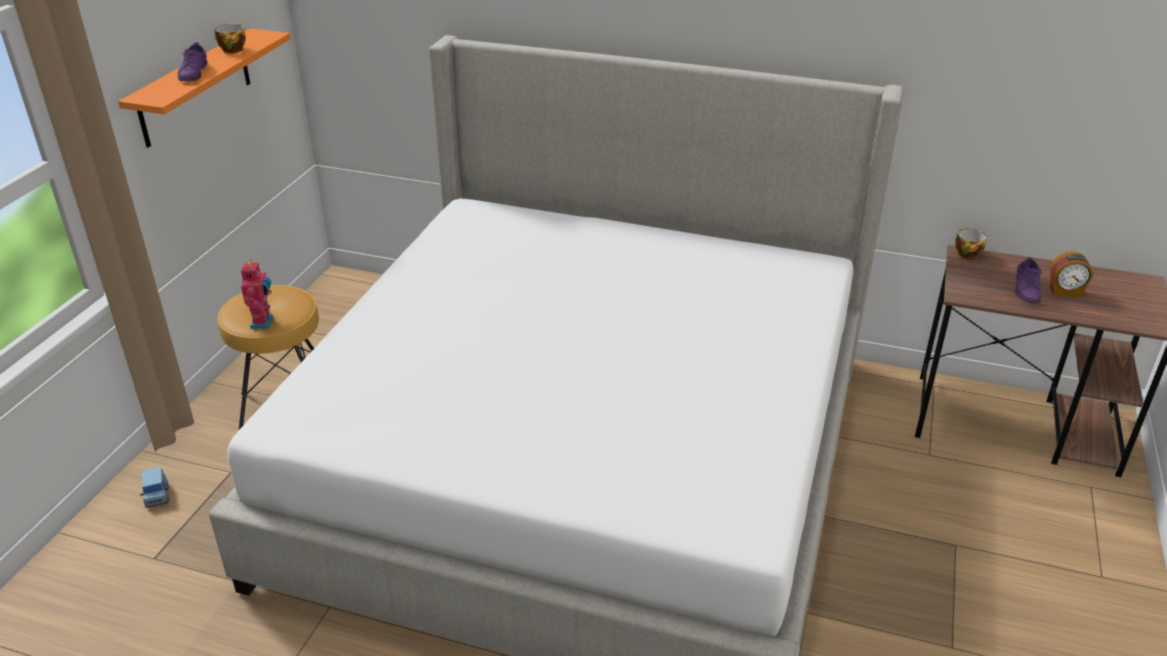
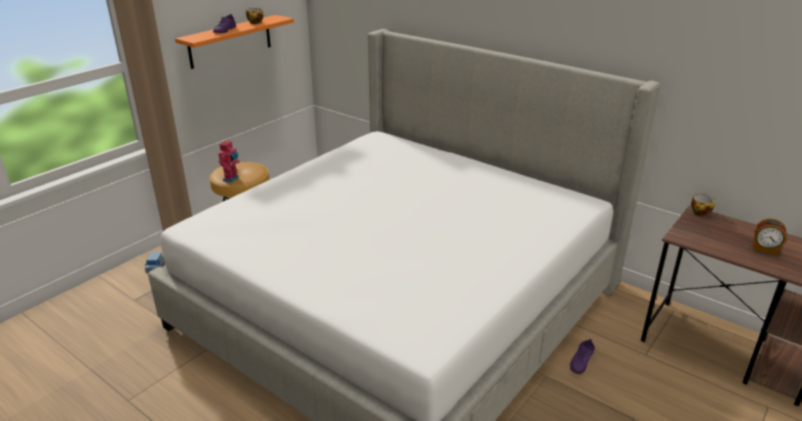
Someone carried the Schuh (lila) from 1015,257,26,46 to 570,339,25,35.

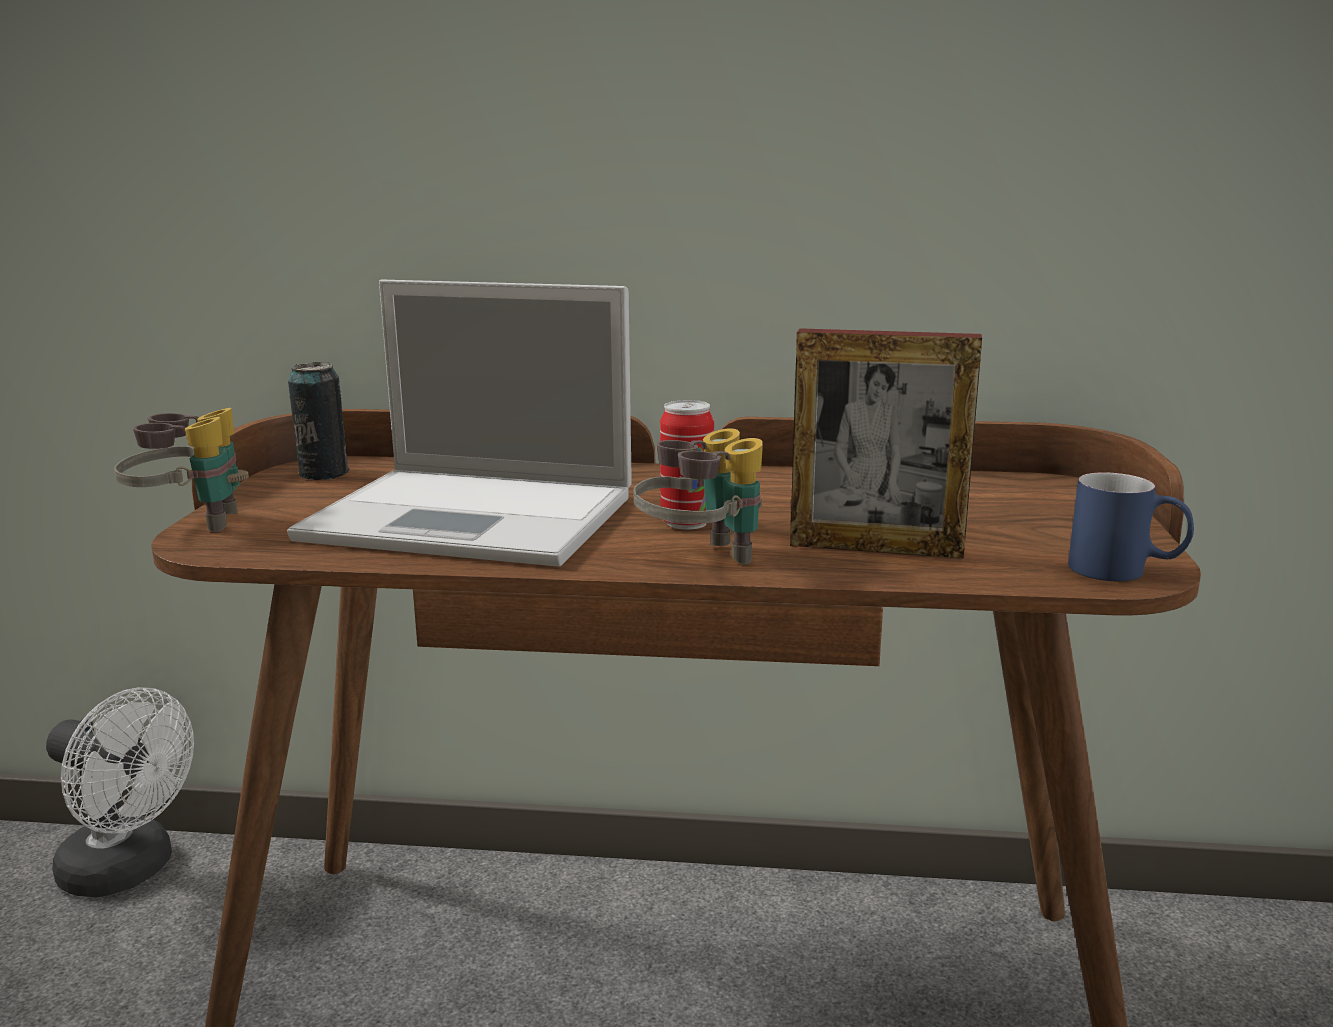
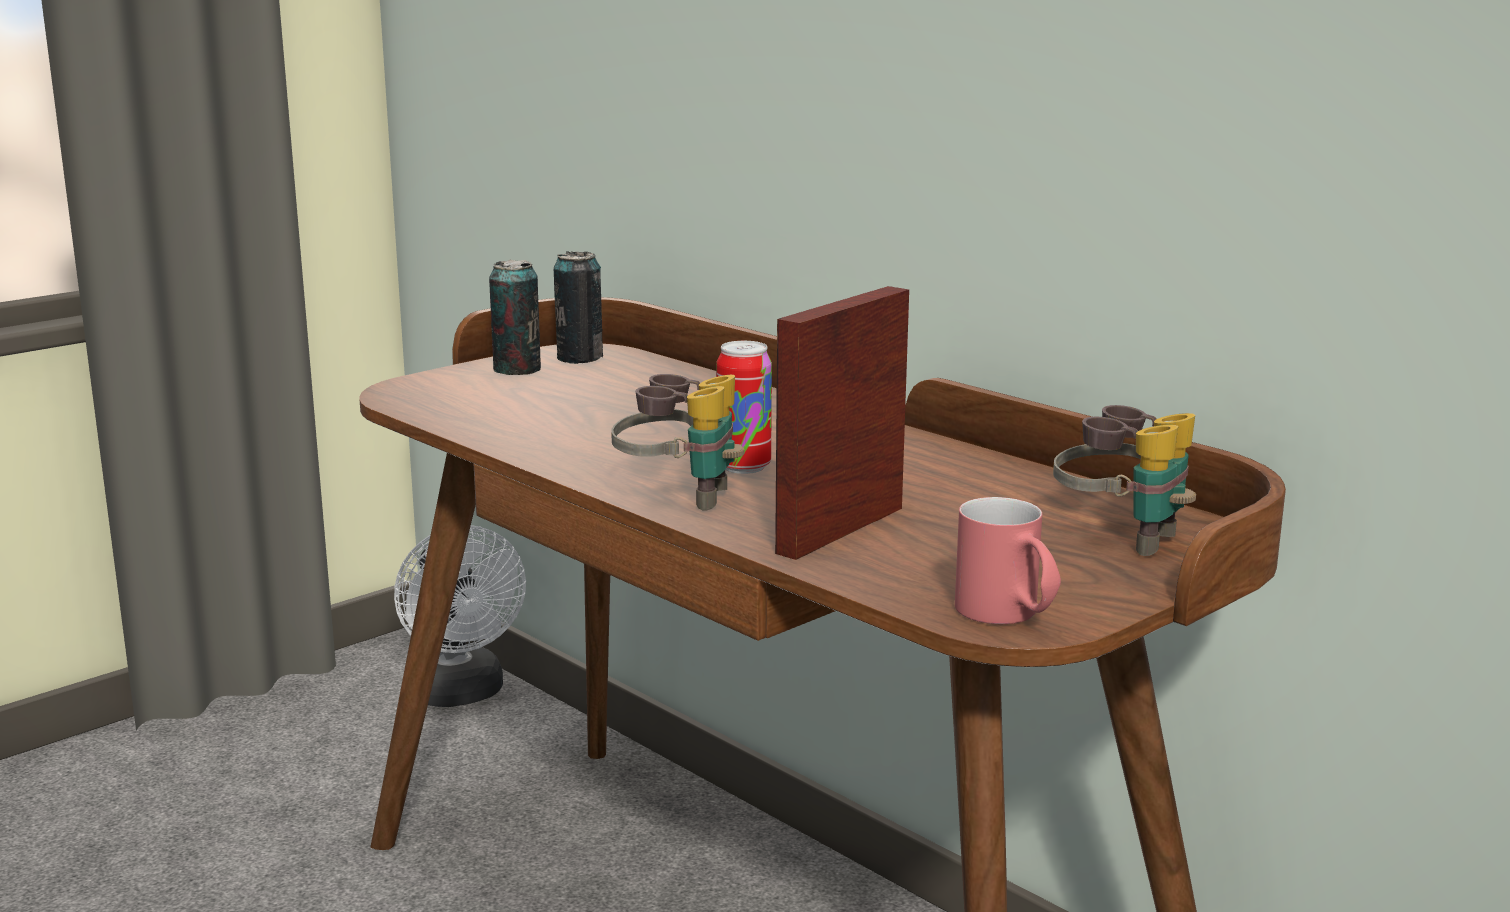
Someone put down the Dose at 489,260,52,115. Someone rotated the Bilderrahmen at 790,328,192,231 by 75 degrees clockwise. Someone repainted the Henkelbecher (blau) at 1068,473,126,108, which became the Henkelbecher (rot) at 955,497,106,127. Someone carried the Fernglas from 114,408,135,124 to 1053,405,143,151. Someone took away the Laptop at 287,279,345,288.

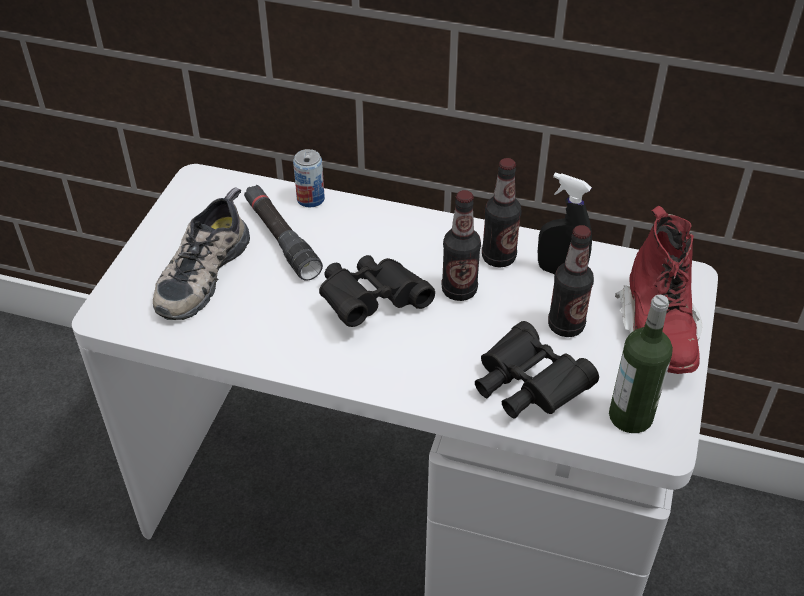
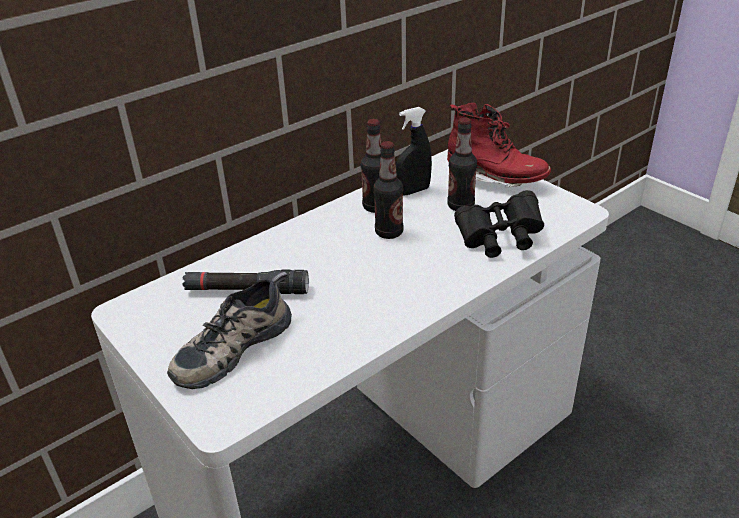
Someone rotated the Schuh at 153,187,97,133 by 75 degrees clockwise. Someone took away the Dose at 293,149,32,58. Someone took away the Fernglas (schwarz) at 319,255,116,72. Someone took away the Flasche at 609,295,64,138.

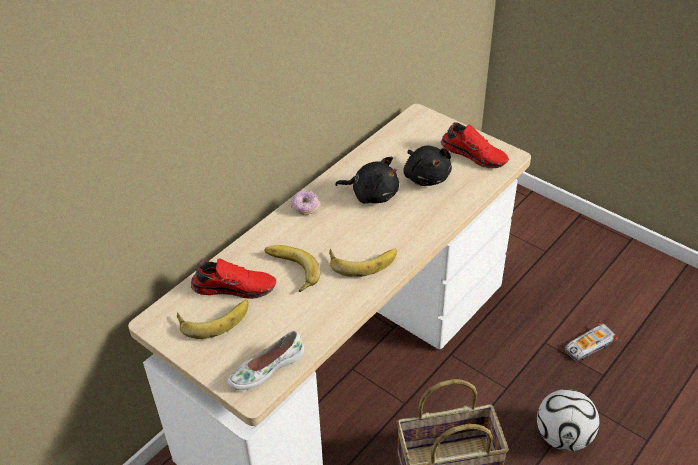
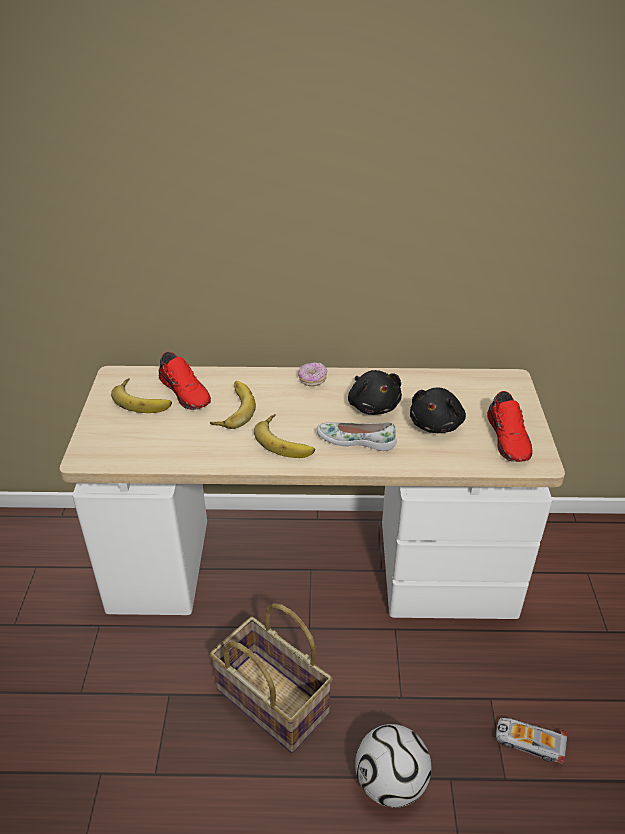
Someone carried the Schuh (weiß) from 228,331,76,60 to 317,422,80,29.

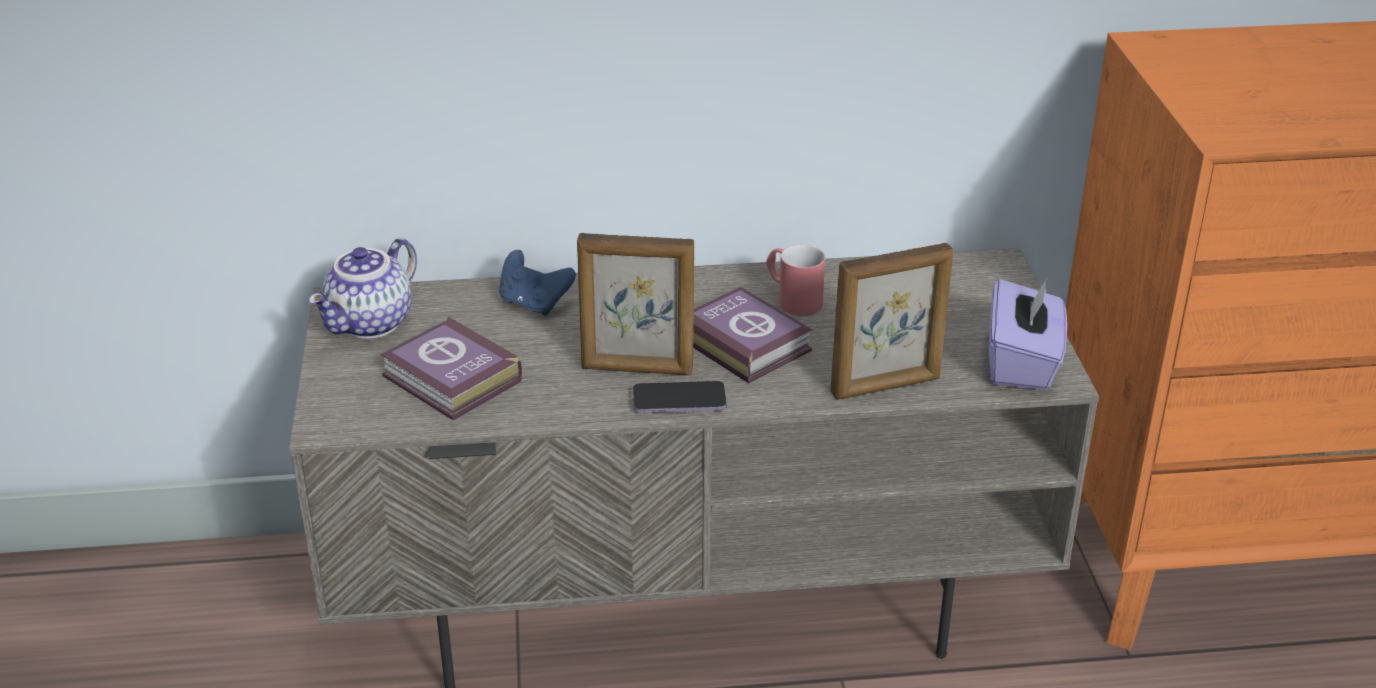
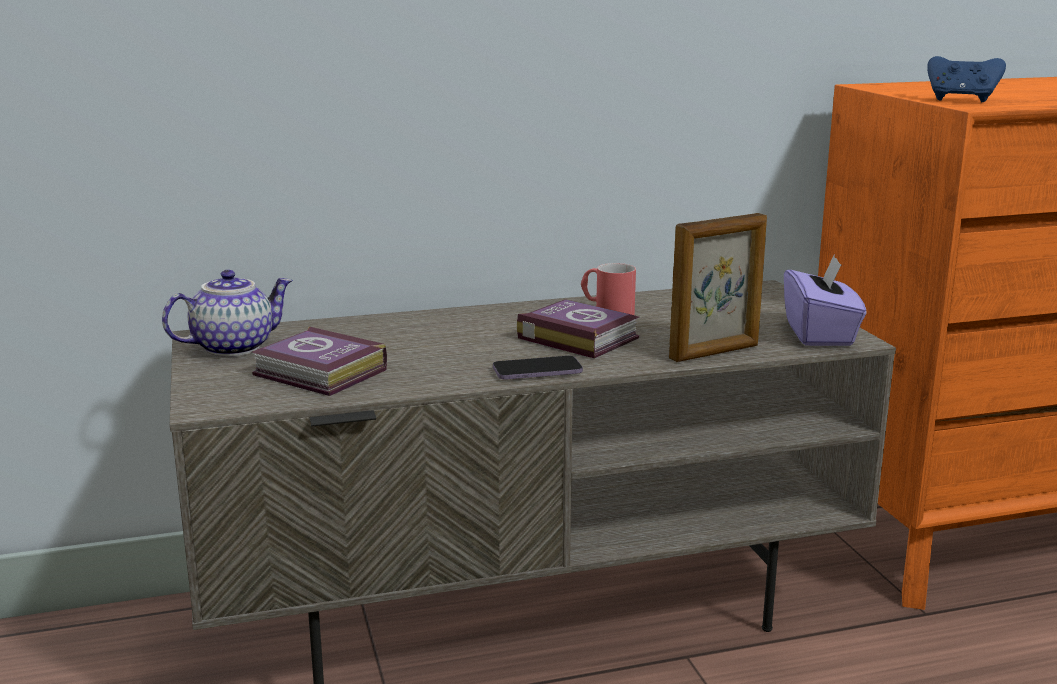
Someone rotated the Teekanne at 309,238,108,101 by 150 degrees counterclockwise. Someone carried the Gamepad (blau) from 499,250,77,66 to 927,56,79,46. Someone took away the Bilderrahmen at 577,233,117,142.

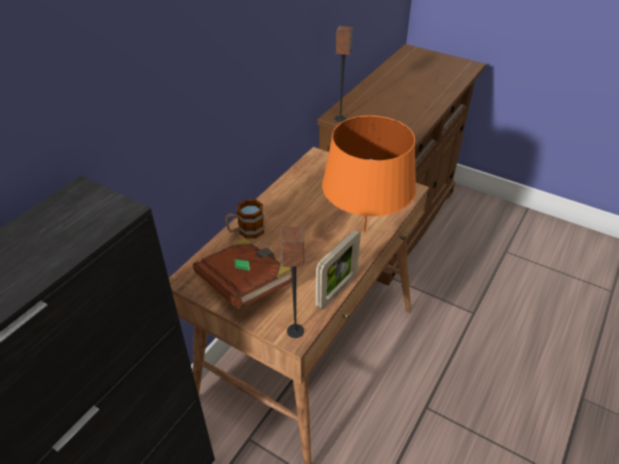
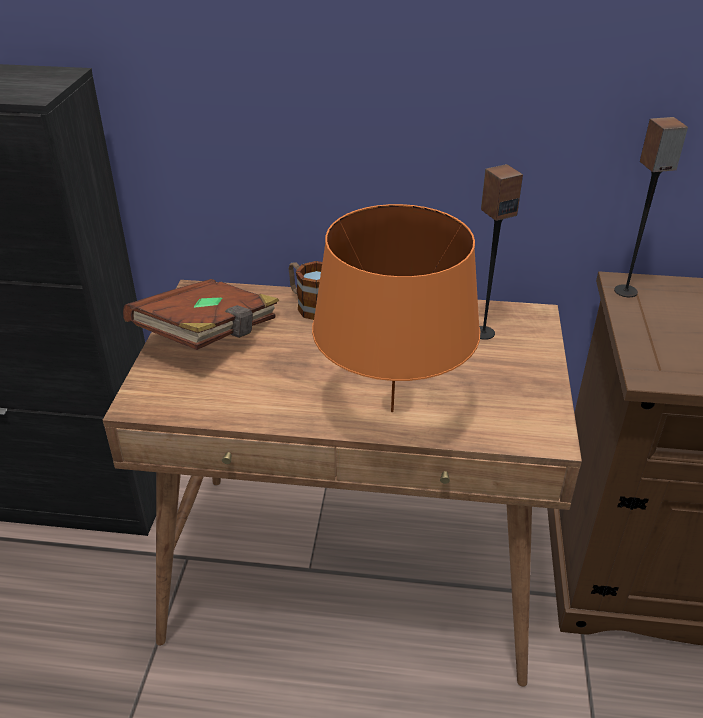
Someone carried the Lautsprecher from 281,227,23,111 to 479,164,44,176. Someone took away the Bilderrahmen at 316,230,45,80.

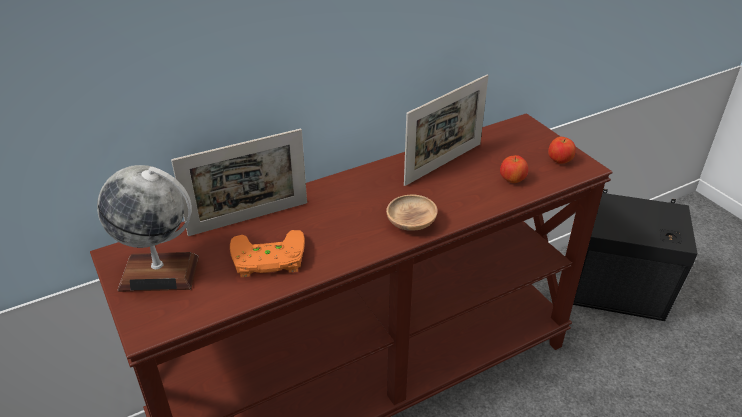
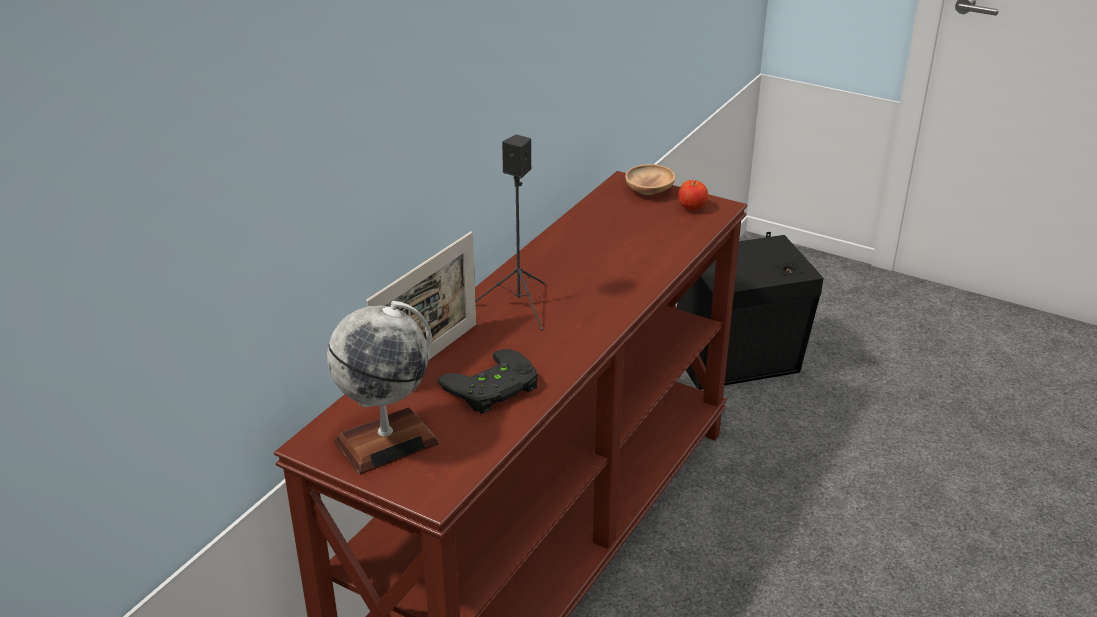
Someone repainted the Gamepad (orange) at 230,230,75,47, which became the Gamepad (schwarz) at 438,349,100,65. Someone put down the Lautsprecher (schwarz) at 476,134,70,196. Someone carried the Schüssel (braun) from 386,195,52,36 to 625,164,50,31. Someone took away the Bilderrahmen at 404,74,84,112. Someone took away the Apfel at 500,155,28,28.

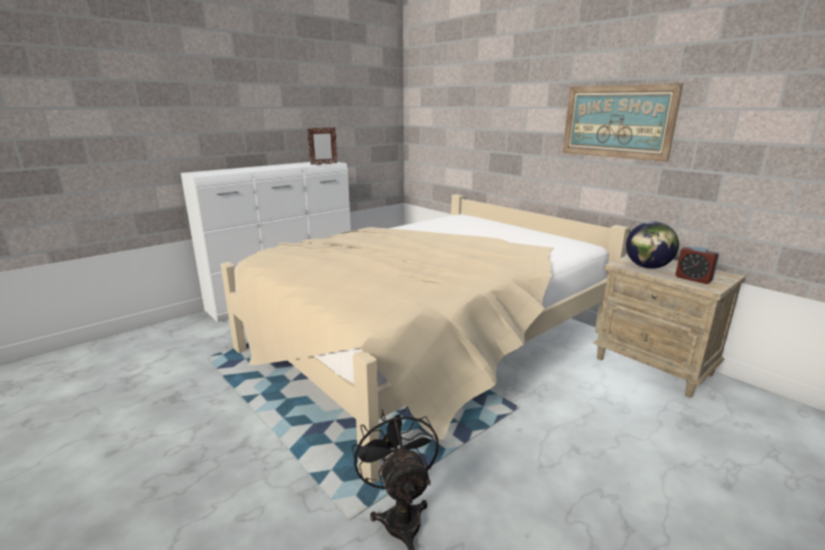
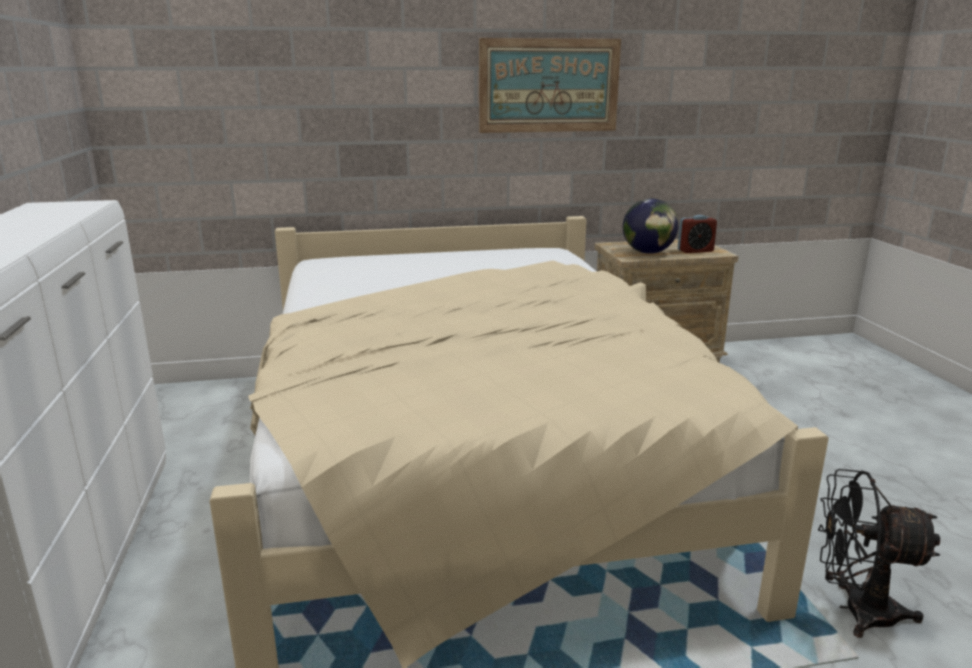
Someone took away the Bilderrahmen at 307,127,31,38.

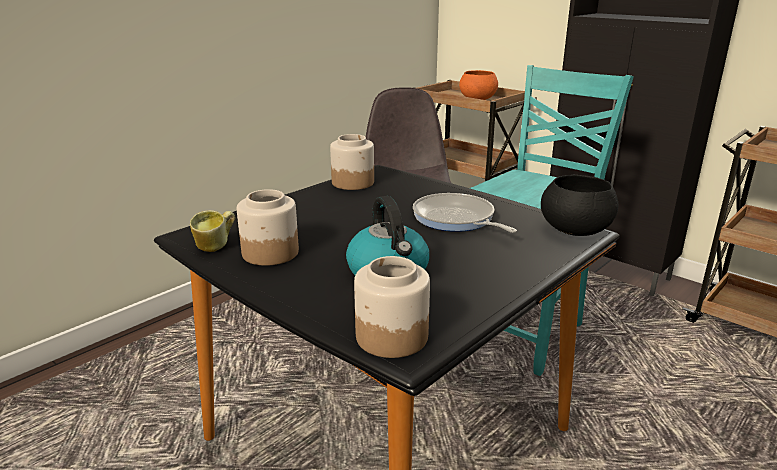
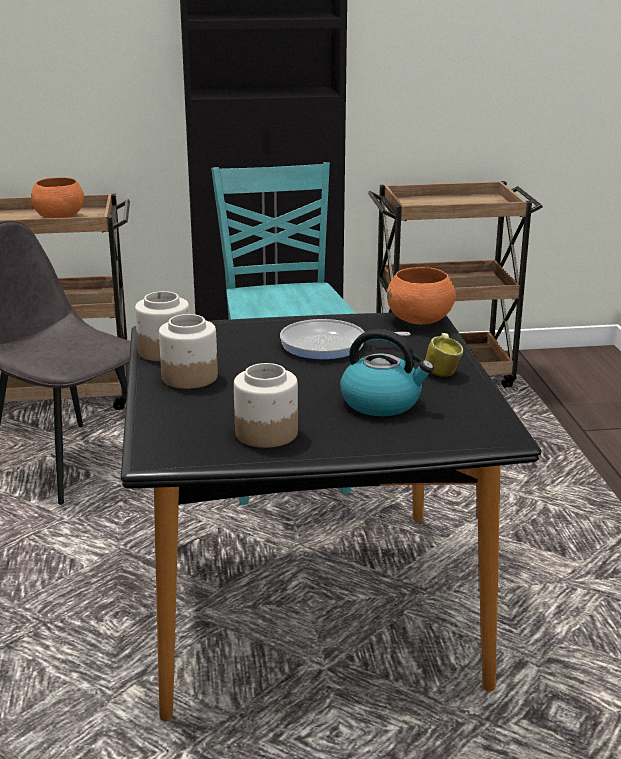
Someone carried the Vorratsglas from 354,256,76,102 to 159,314,59,75. Someone repainted the Schüssel (schwarz) at 541,175,77,61, which became the Schüssel (orange) at 387,267,69,57. Someone carried the Henkelbecher from 190,210,45,42 to 425,333,38,44.

